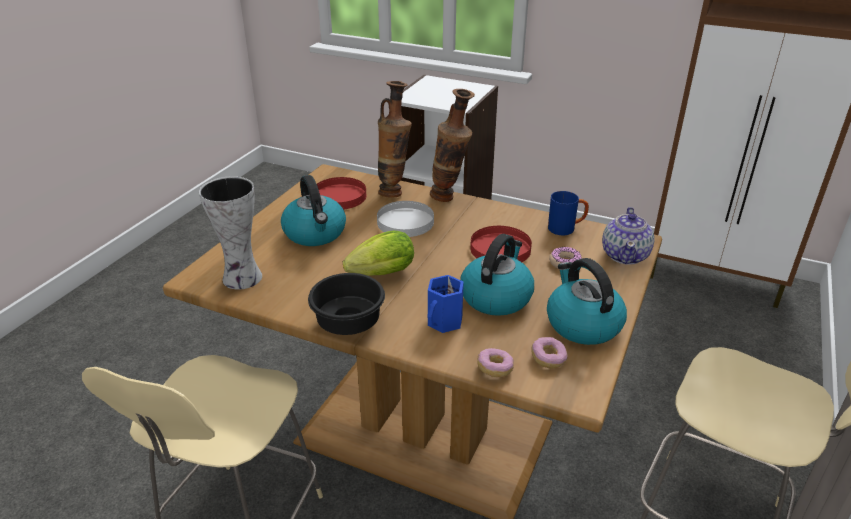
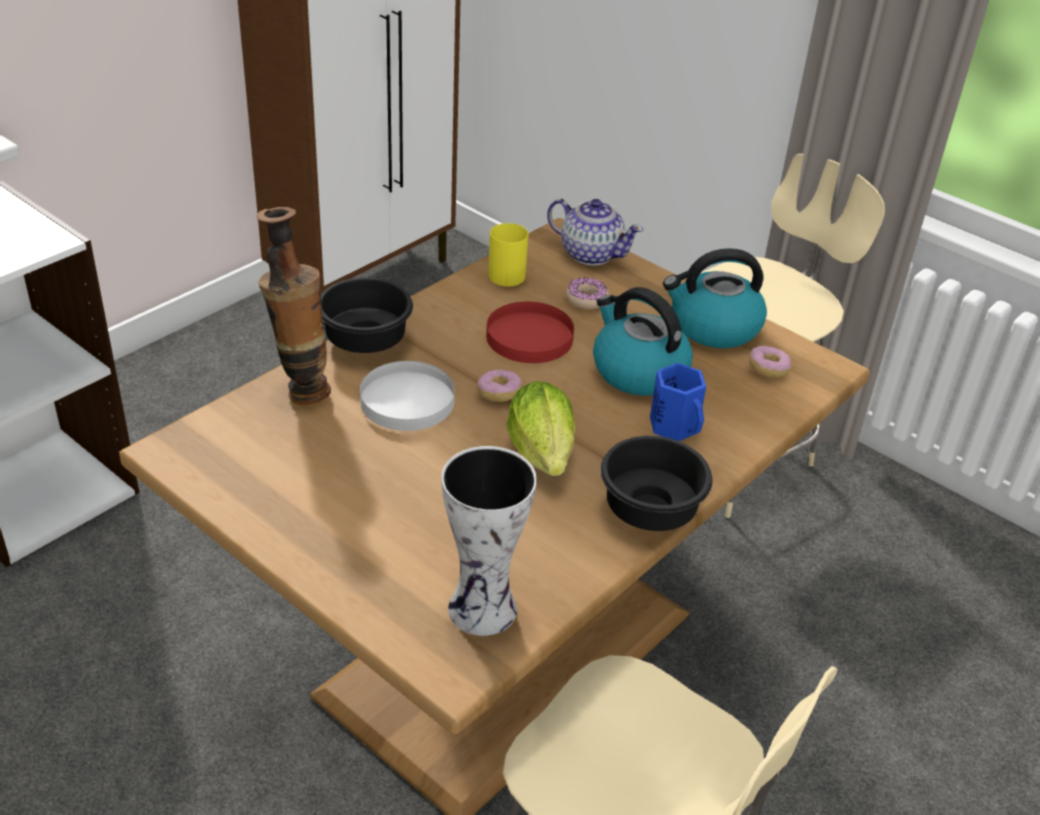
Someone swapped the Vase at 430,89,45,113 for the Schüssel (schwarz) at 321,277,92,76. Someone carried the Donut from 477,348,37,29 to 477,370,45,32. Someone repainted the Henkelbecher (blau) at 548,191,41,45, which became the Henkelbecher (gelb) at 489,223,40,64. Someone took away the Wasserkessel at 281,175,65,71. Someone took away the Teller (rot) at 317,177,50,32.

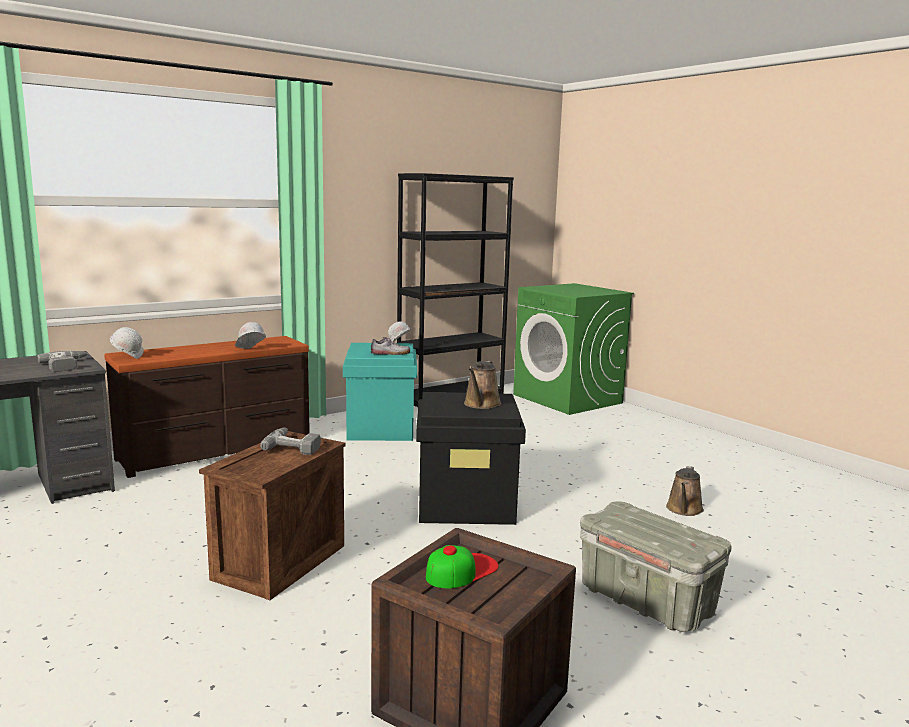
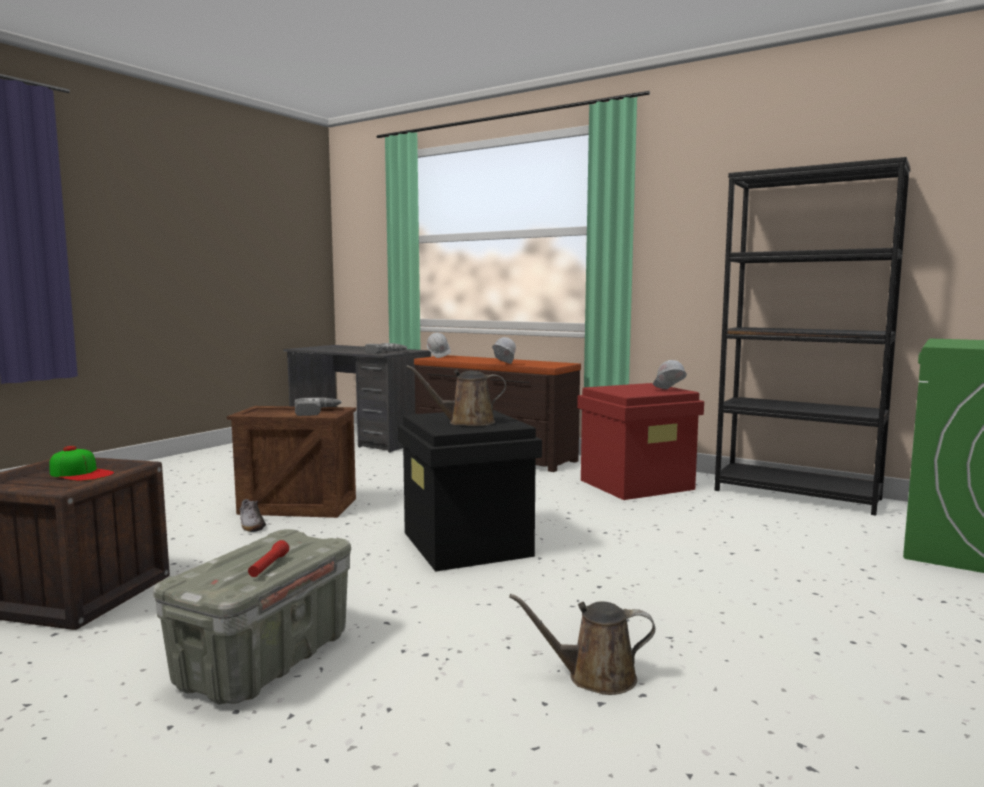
Someone carried the Schuh from 371,337,39,18 to 239,499,27,33. Someone put down the Taschenlampe (rot) at 248,540,41,37. Someone repainted the Aufbewahrungsbox (türkis) at 343,343,74,98, which became the Aufbewahrungsbox (rot) at 577,383,127,117.

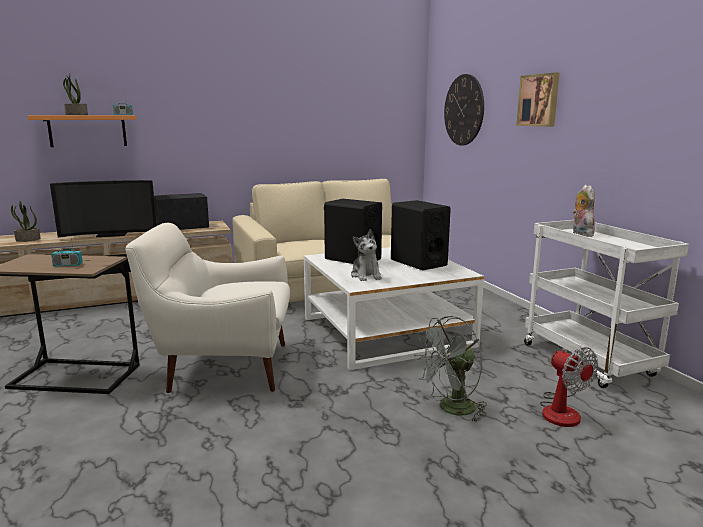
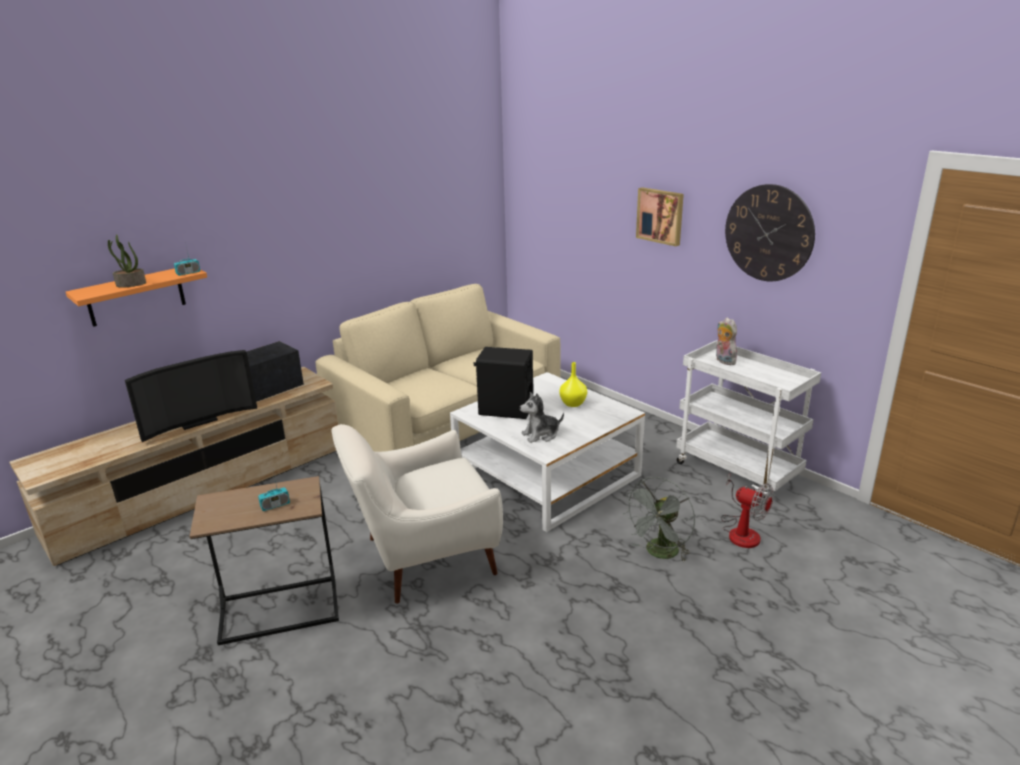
Someone rotated the Plüschtier at 351,229,31,52 by 105 degrees clockwise. Someone swapped the Lautsprecher (schwarz) at 391,200,60,70 for the Vase (gelb) at 559,362,28,45. Someone carried the Wanduhr from 444,74,40,72 to 725,184,90,97. Someone took away the Topfpflanze at 11,201,30,41.

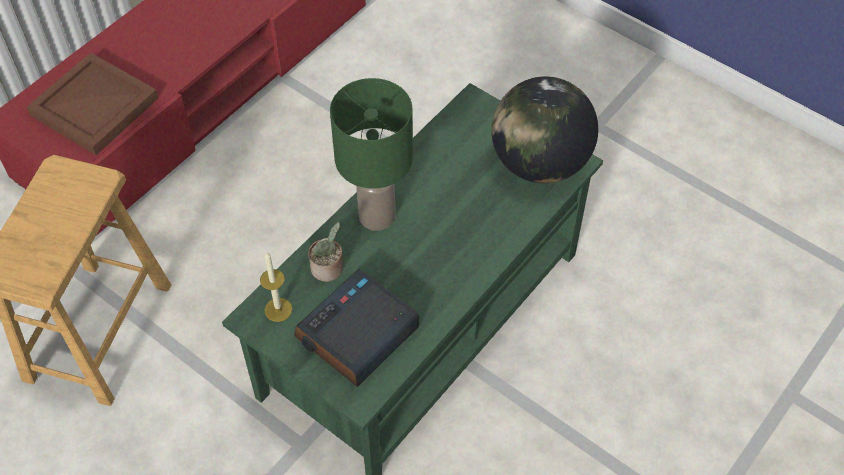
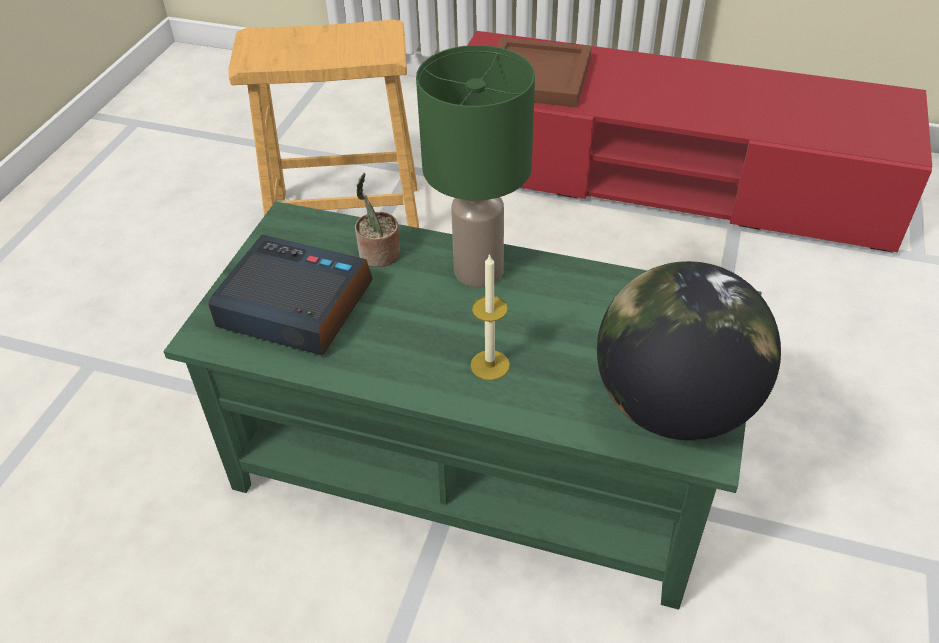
Someone carried the Kerze from 260,251,32,71 to 470,253,40,127.

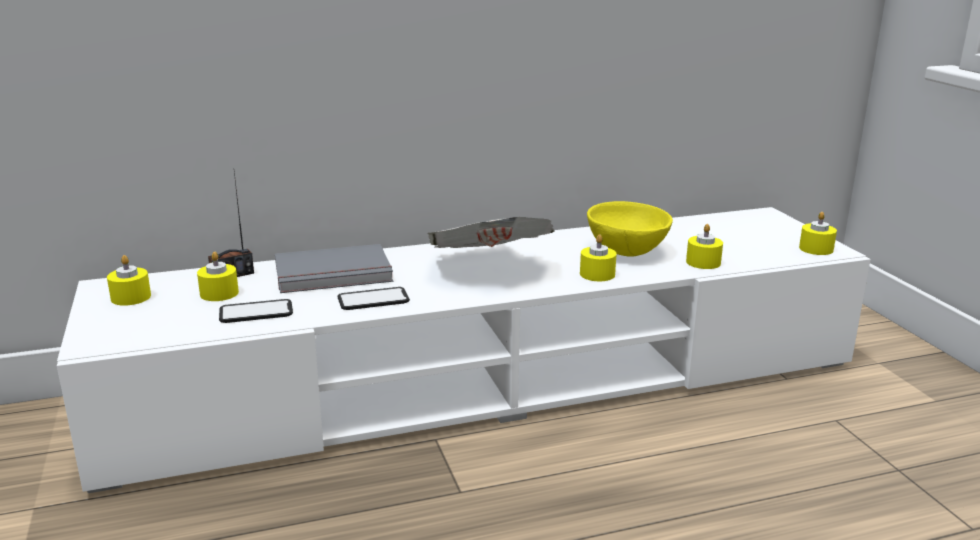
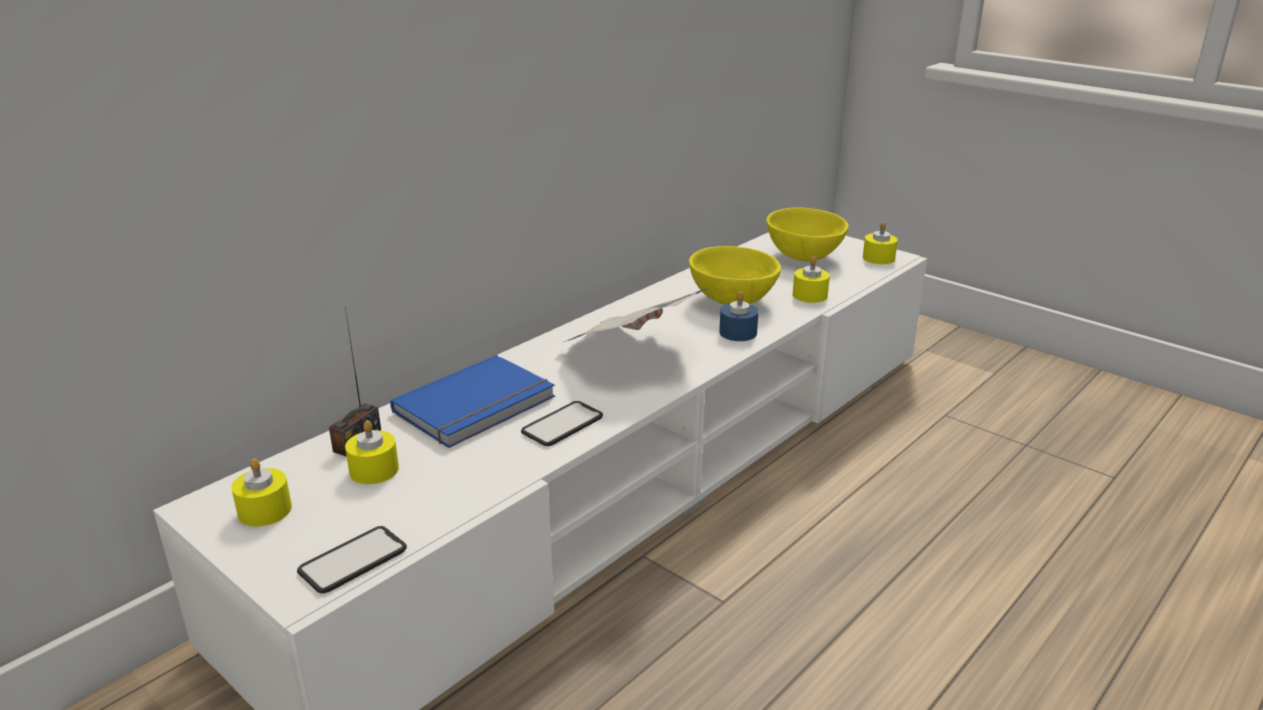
Someone carried the Handy from 219,299,74,24 to 297,526,110,67. Someone repainted the Buch (grau) at 275,244,118,49, which became the Buch (blau) at 390,355,165,93. Someone repainted the Kerze (gelb) at 580,235,37,46, which became the Kerze (blau) at 719,291,40,50. Someone put down the Schüssel (gelb) at 766,207,83,54.

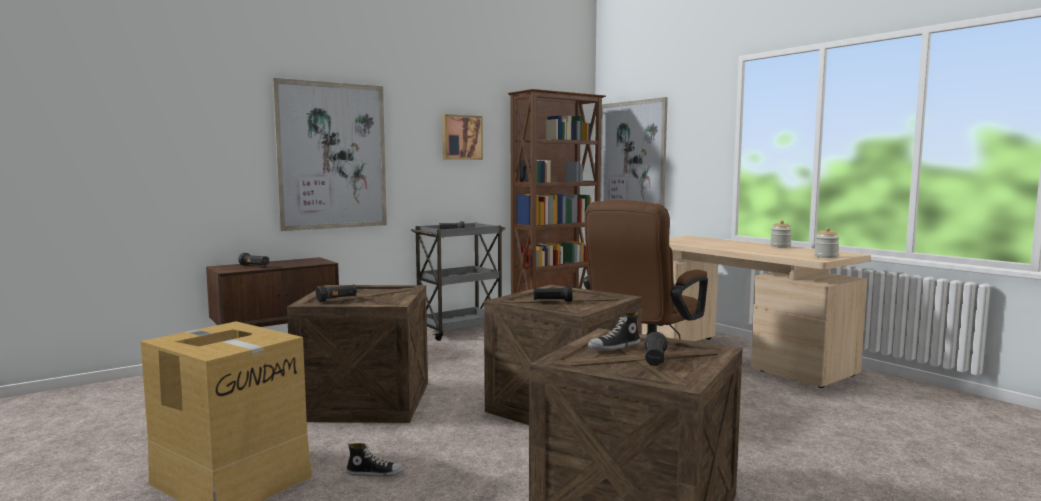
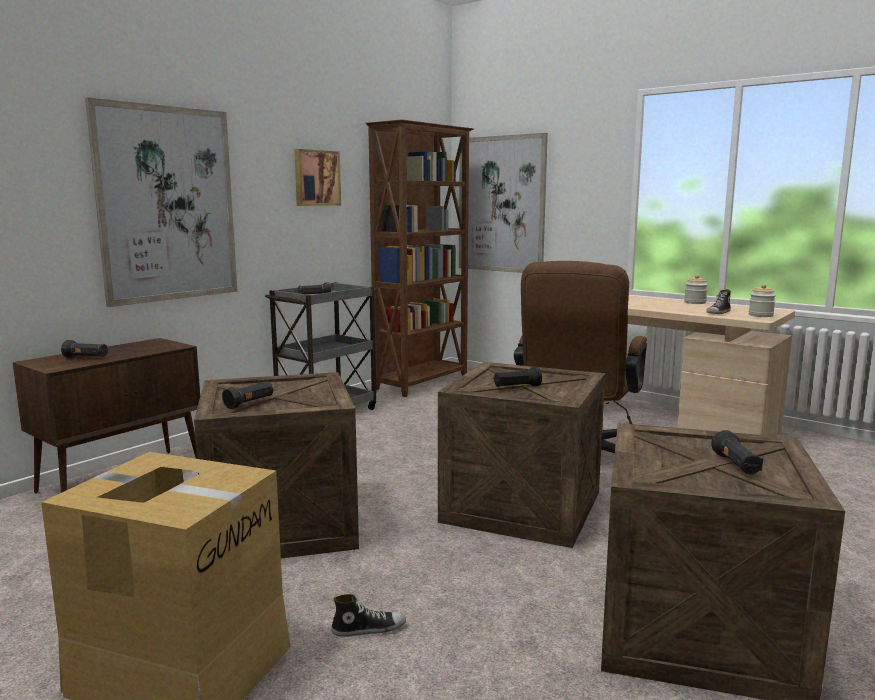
Someone carried the Schuh from 588,312,52,39 to 706,289,25,25.

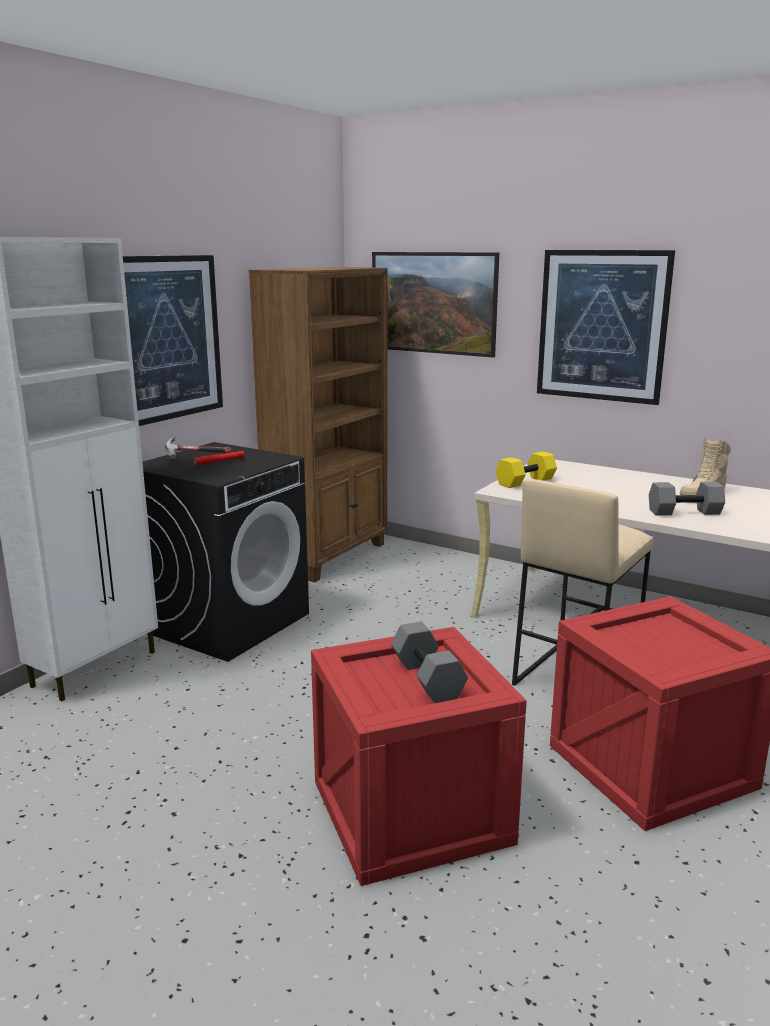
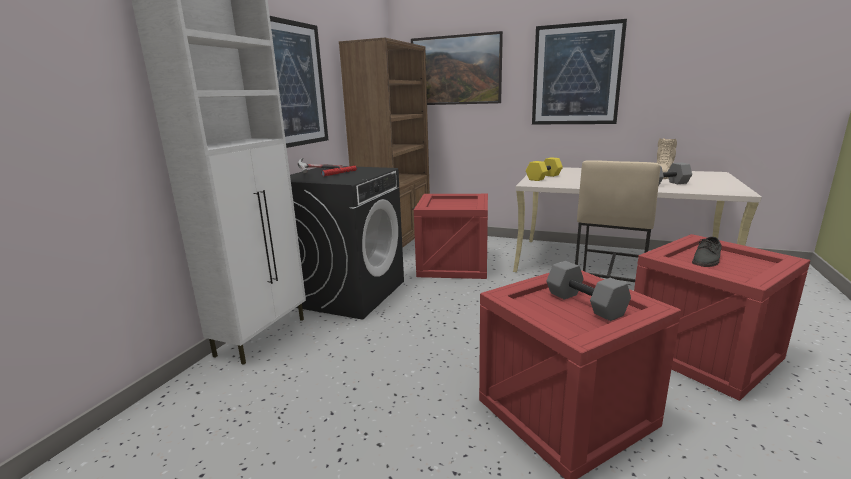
Someone put down the Kiste at 414,194,74,85. Someone put down the Schuh (grau) at 692,237,30,30.

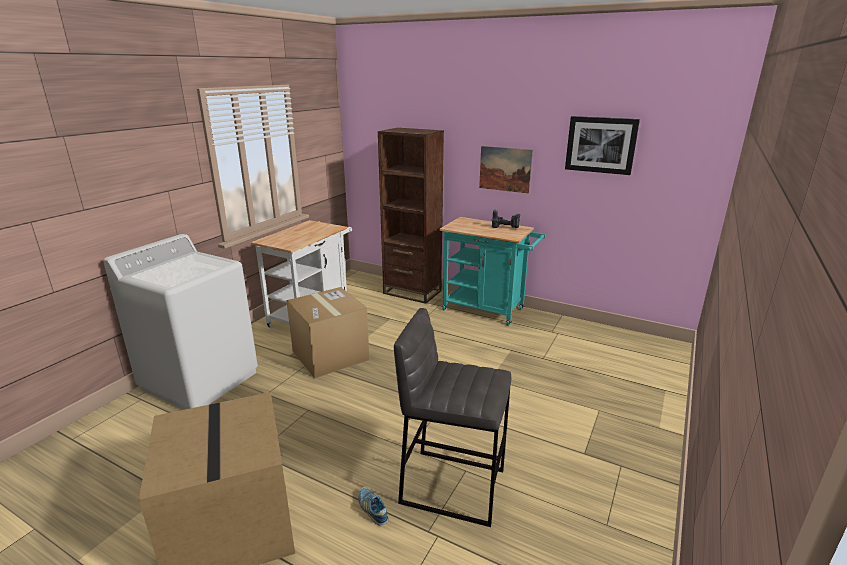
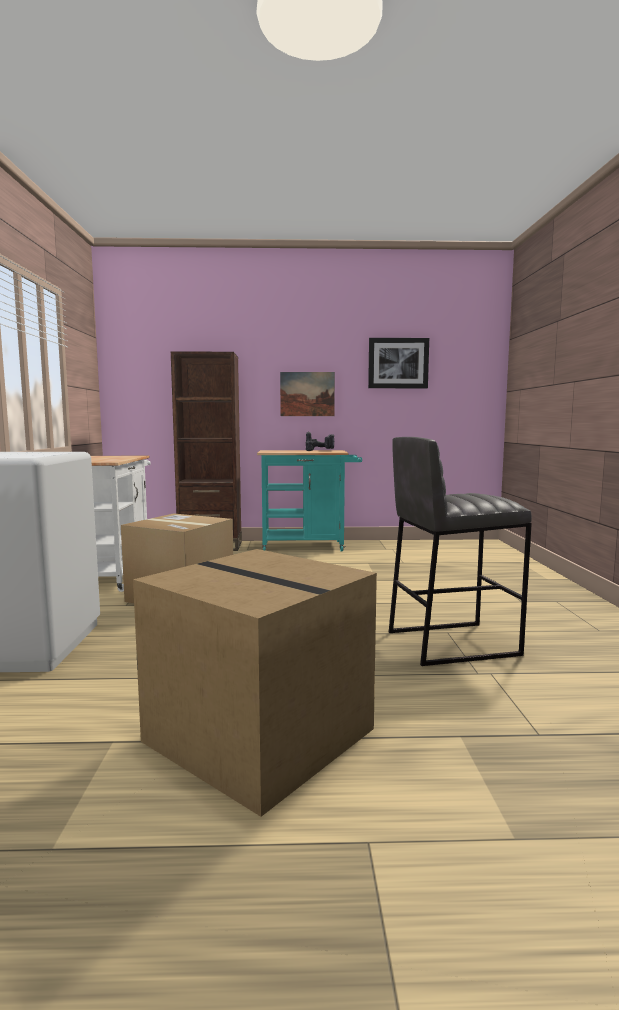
Someone took away the Schuh at 358,487,31,38.

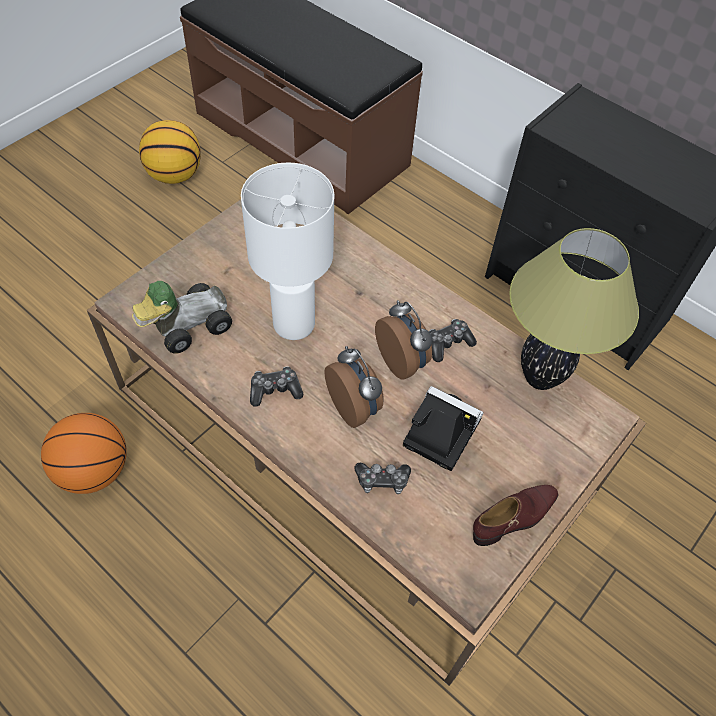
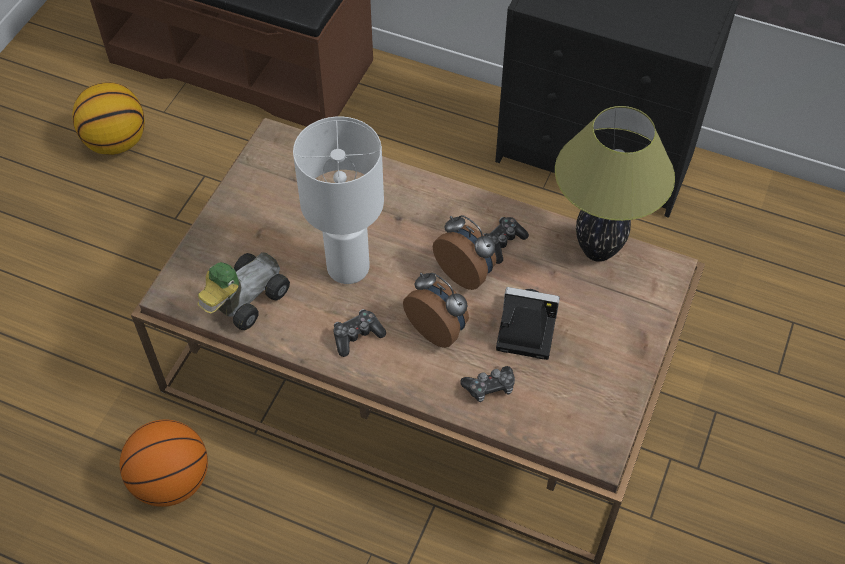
Someone took away the Schuh (braun) at 473,485,85,61.

